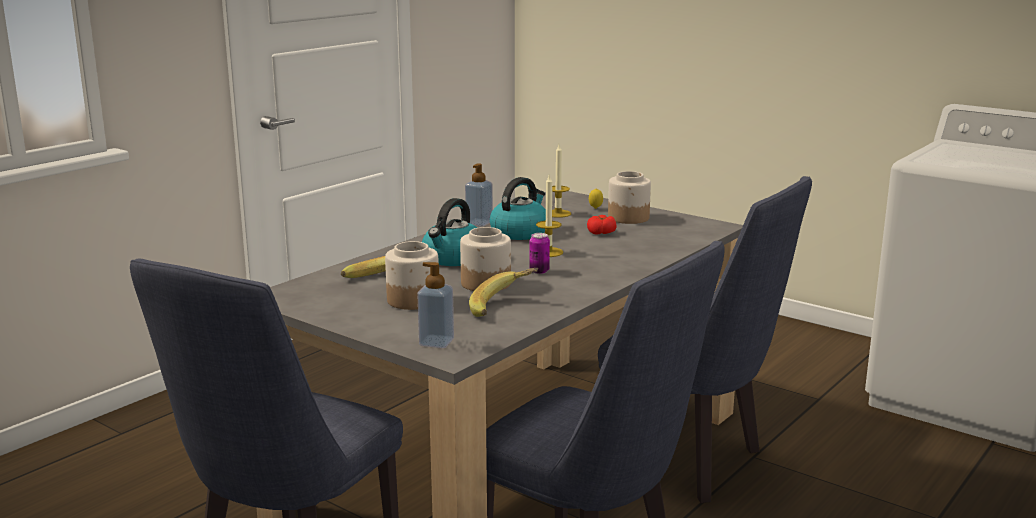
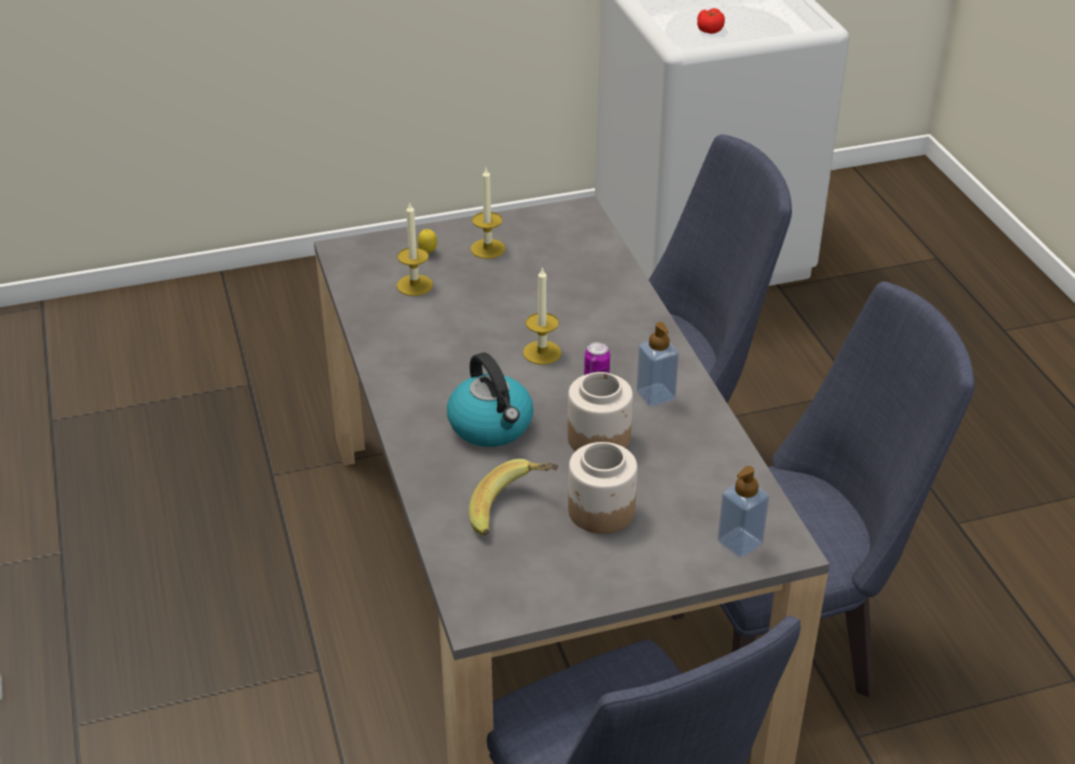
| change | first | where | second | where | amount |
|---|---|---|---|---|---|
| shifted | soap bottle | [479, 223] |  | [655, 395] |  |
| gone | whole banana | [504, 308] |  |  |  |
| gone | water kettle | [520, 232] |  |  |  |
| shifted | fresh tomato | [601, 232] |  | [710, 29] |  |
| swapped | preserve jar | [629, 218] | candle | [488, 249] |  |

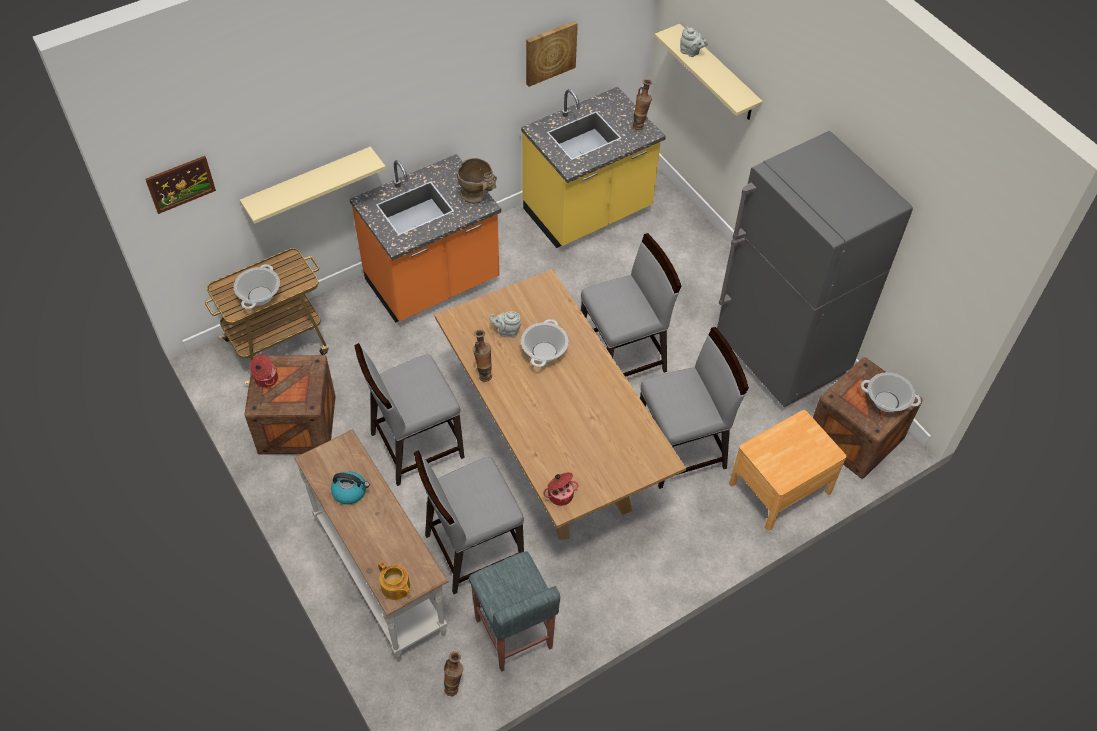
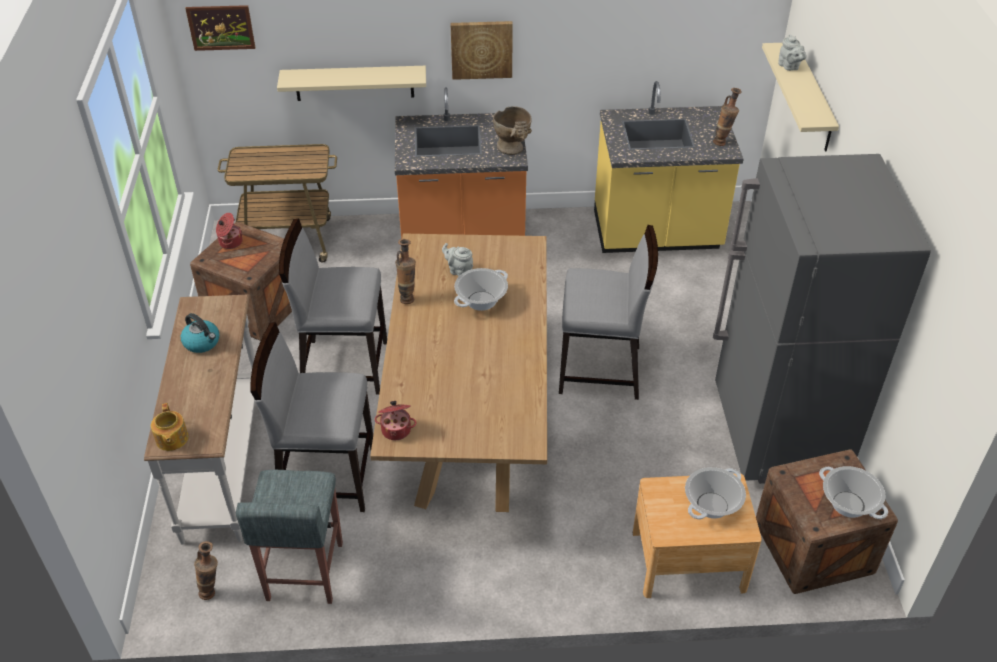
| change | first | where | second | where | amount |
|---|---|---|---|---|---|
| shifted | stockpot | [260, 296] |  | [712, 505] |  |
| shifted | wall art | [550, 52] |  | [481, 49] |  |
| gone | upright chair (greyish) | [681, 451] |  |  |  |

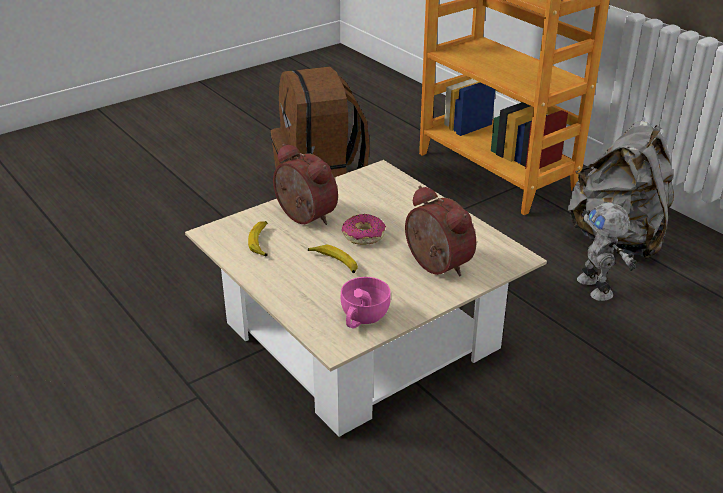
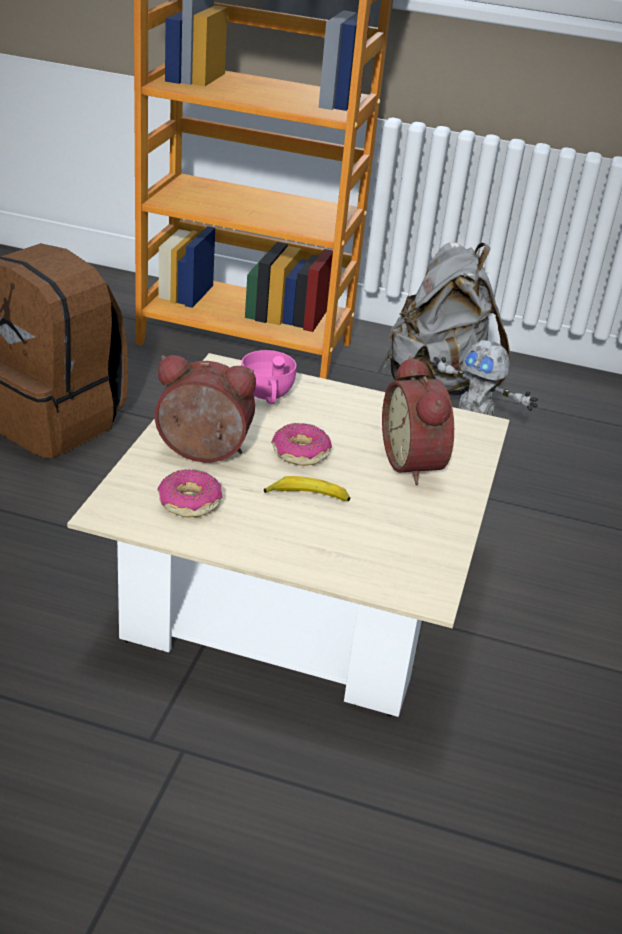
| change | first | where | second | where | amount |
|---|---|---|---|---|---|
| swapped | whole banana | [261, 242] | ring doughnut | [189, 502] |  |
| shifted | cup (pinkish) | [362, 319] |  | [267, 396] |  |
| rotated | table clock | [434, 266] |  | [416, 463] | 120 degrees counterclockwise |

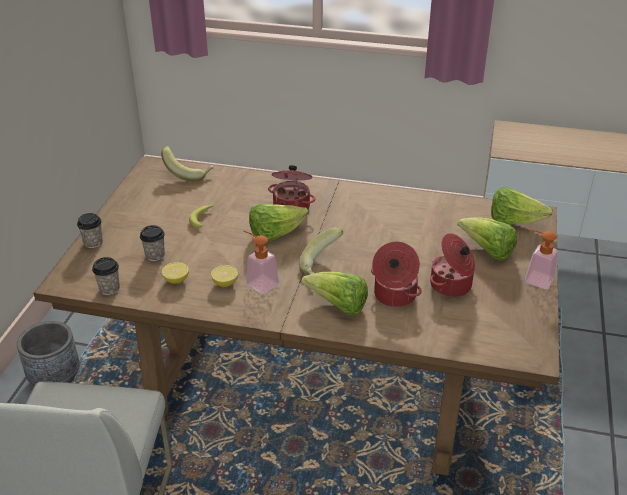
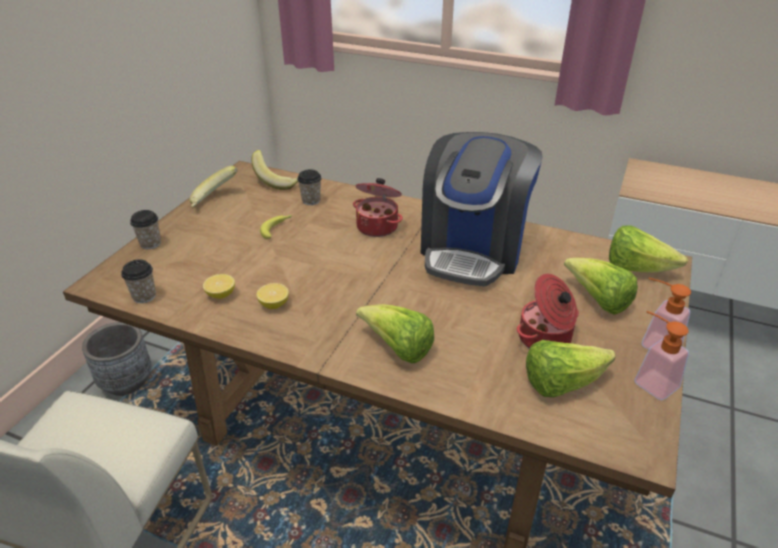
| change | first | where | second | where | amount |
|---|---|---|---|---|---|
| shifted | cup | [155, 255] |  | [311, 200] |  |
| shifted | soap bottle | [258, 282] |  | [649, 380] |  |
| shifted | lettuce head | [275, 234] |  | [561, 383] |  |
| shifted | whole banana | [322, 265] |  | [215, 201] |  |
| gone | stockpot | [394, 295] |  |  |  |
| new |  |  | coffee machine | [473, 249] |  |

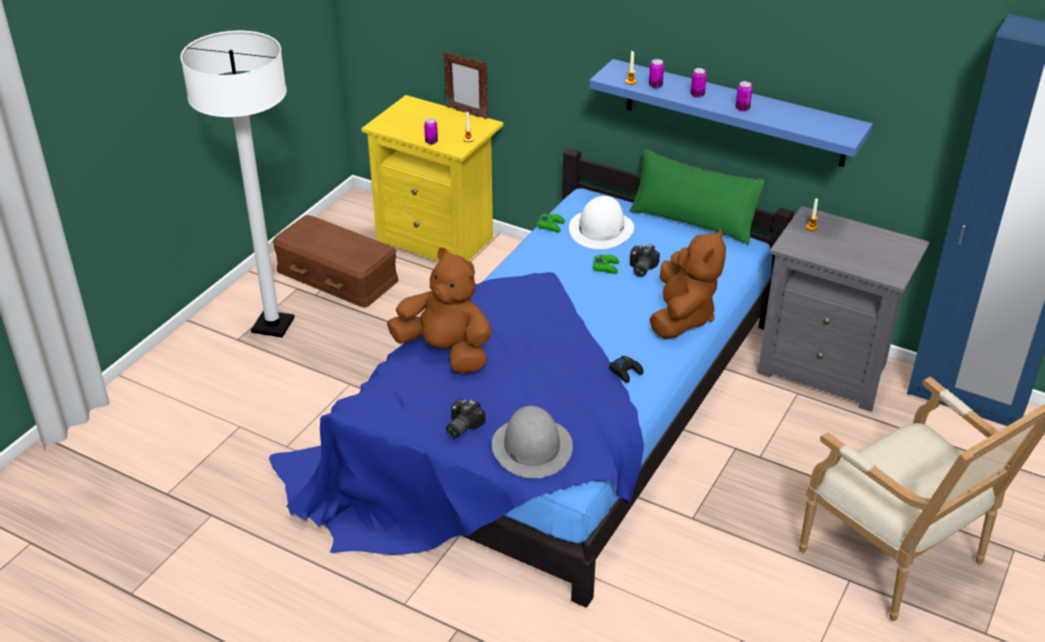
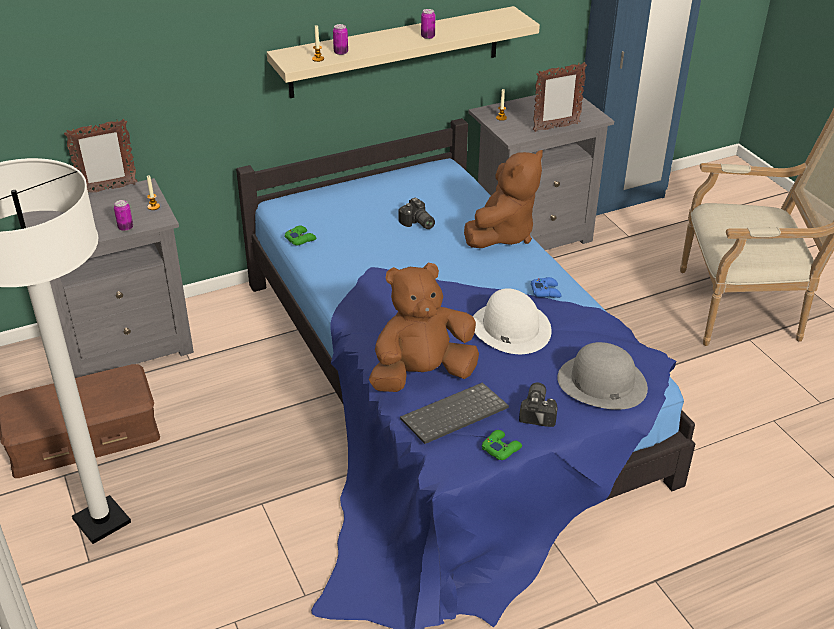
| change | first | where | second | where | amount |
|---|---|---|---|---|---|
| repainted | bedside table (yellow-coloured) | [439, 242] | bedside table (greyish) | [125, 344] |  |
| rotated | photo camera | [461, 426] |  | [539, 411] | 150 degrees counterclockwise |
| shifted | hat (white-coloured) | [601, 229] |  | [510, 328] |  |
| repainted | shelf (blue) | [734, 113] | shelf (beige-coloured) | [395, 52] |  |
| shifted | joypad (greenish) | [606, 267] |  | [501, 448] |  |
| repainted | joypad (black-coloured) | [626, 372] | joypad (blue) | [546, 291] |  |
| gone | cushion (greenish) | [693, 220] |  |  |  |
| rotated | cuddly toy (brown) | [682, 317] |  | [502, 234] | 75 degrees clockwise |
| gone | can | [697, 95] |  |  |  |
| new |  |  | PC keyboard | [454, 416] |  |
| new |  |  | standing frame | [555, 127] |  |

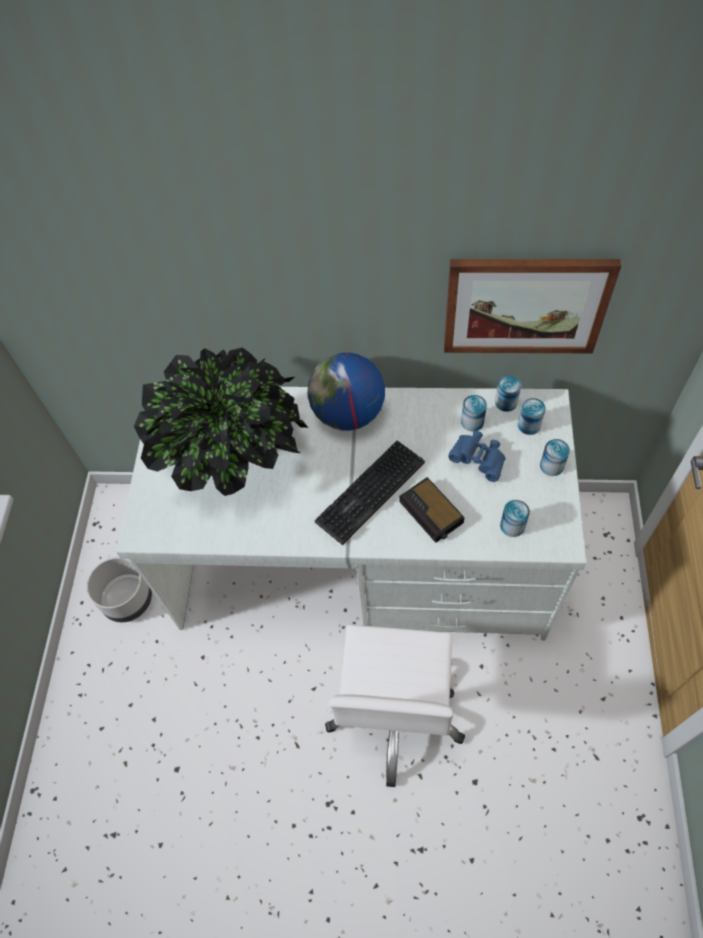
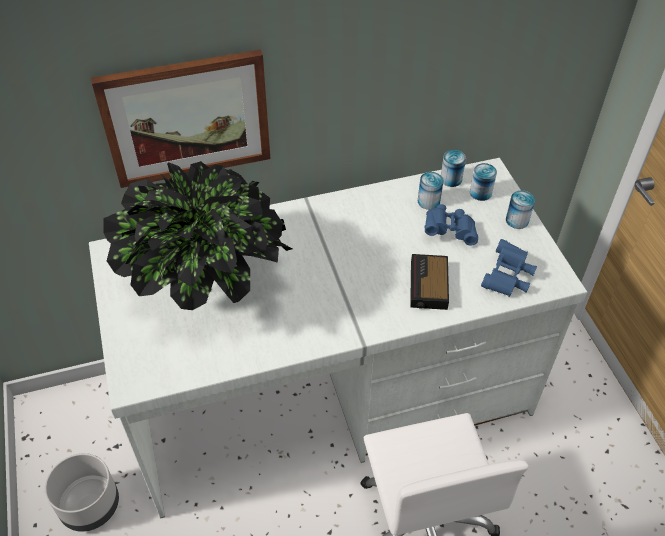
| change | first | where | second | where | amount |
|---|---|---|---|---|---|
| gone | globe | [348, 414] |  |  |  |
| gone | PC keyboard | [371, 495] |  |  |  |
| rotated | table clock | [432, 513] |  | [428, 286] | 60 degrees clockwise |
| shifted | wall art | [525, 305] |  | [187, 118] |  |
| swapped | can | [512, 525] | field glasses (blue) | [507, 278] |  |

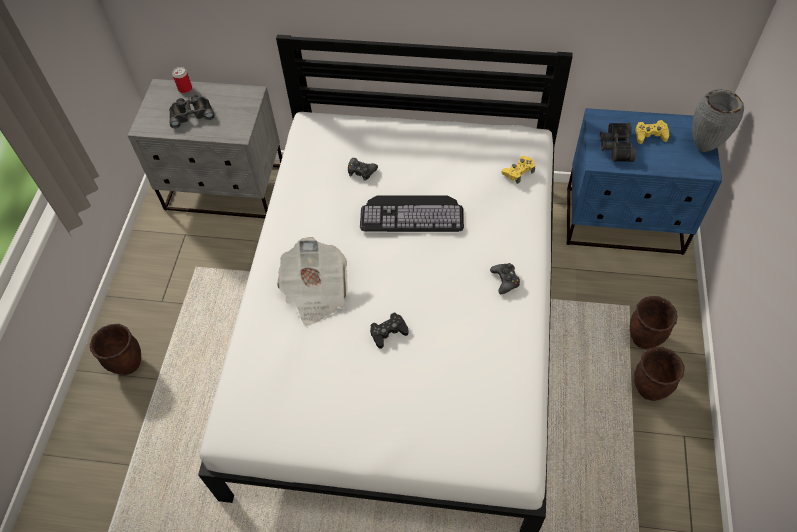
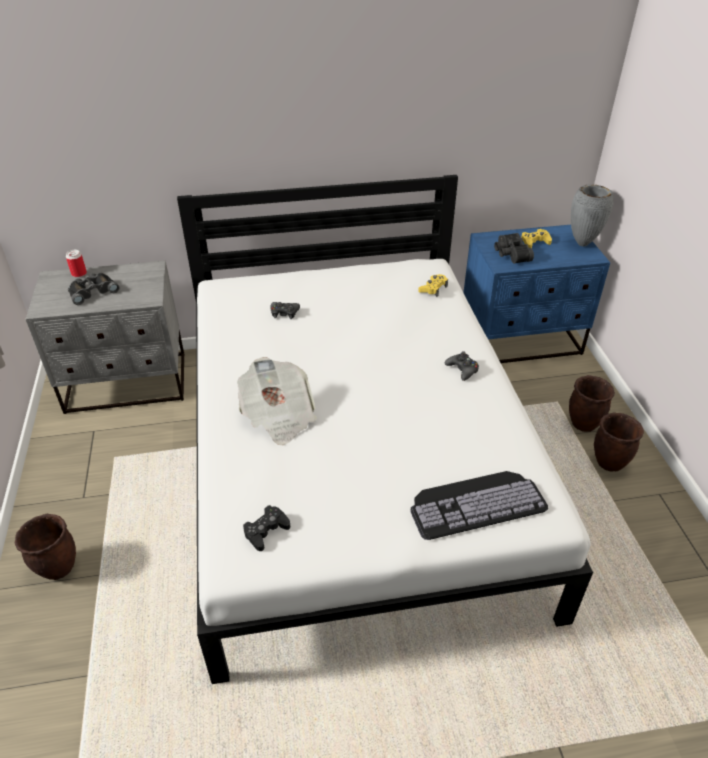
| change | first | where | second | where | amount |
|---|---|---|---|---|---|
| shifted | PC keyboard | [412, 213] |  | [476, 502] |  |
| shifted | joypad (black-coloured) | [388, 332] |  | [266, 531] |  |

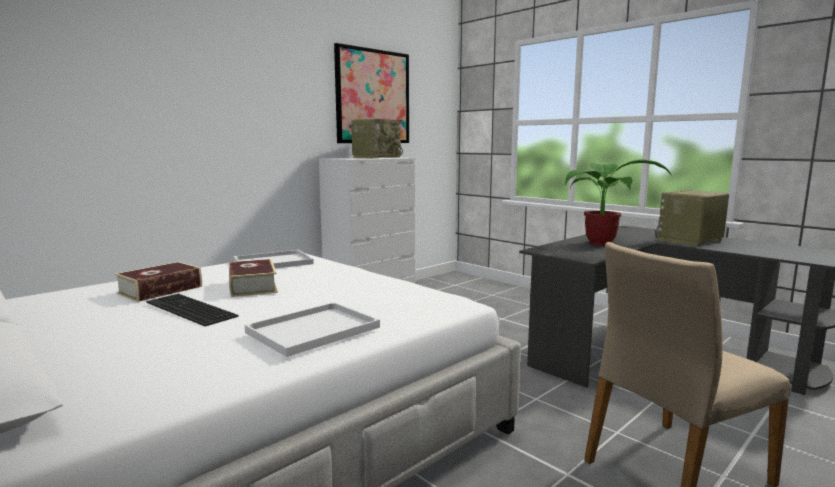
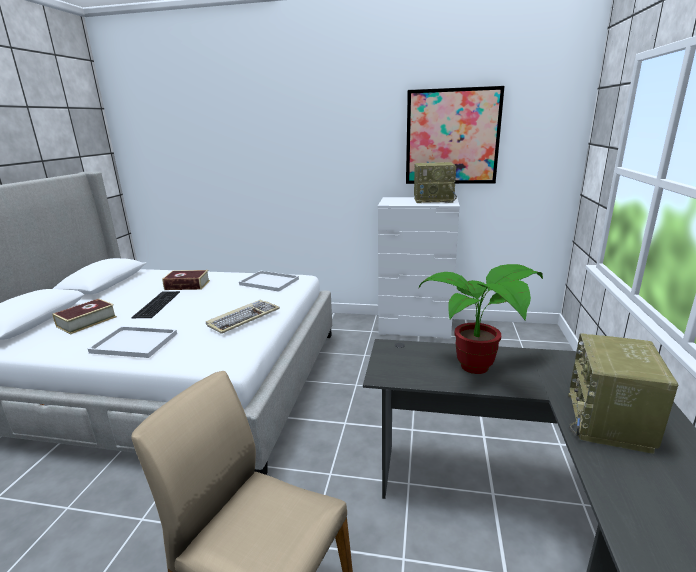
| change | first | where | second | where | amount |
|---|---|---|---|---|---|
| shifted | book | [252, 286] |  | [86, 321] |  |
| rotated | radio receiver | [690, 240] |  | [609, 422] | 90 degrees counterclockwise |
| new |  |  | PC keyboard | [243, 318] |  |

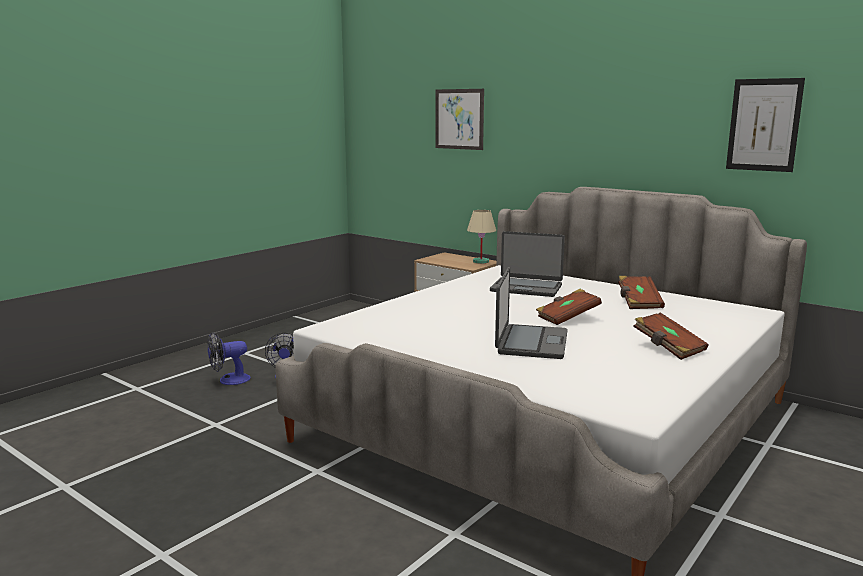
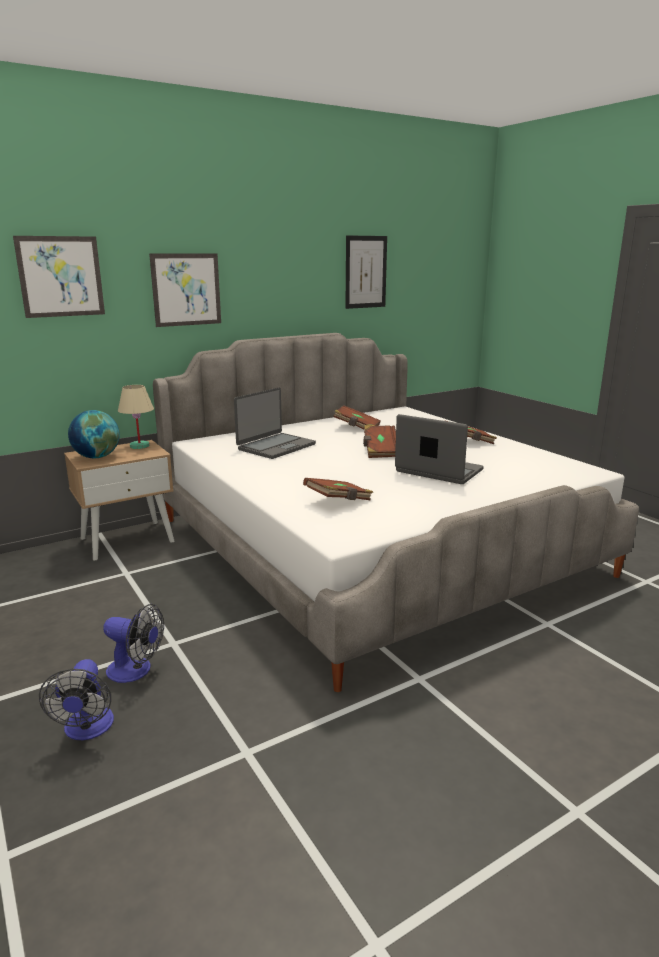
| change | first | where | second | where | amount |
|---|---|---|---|---|---|
| new |  |  | globe | [97, 457] |  |
| new |  |  | wall art | [186, 289] |  |
| new |  |  | book (brown) | [339, 501] |  |

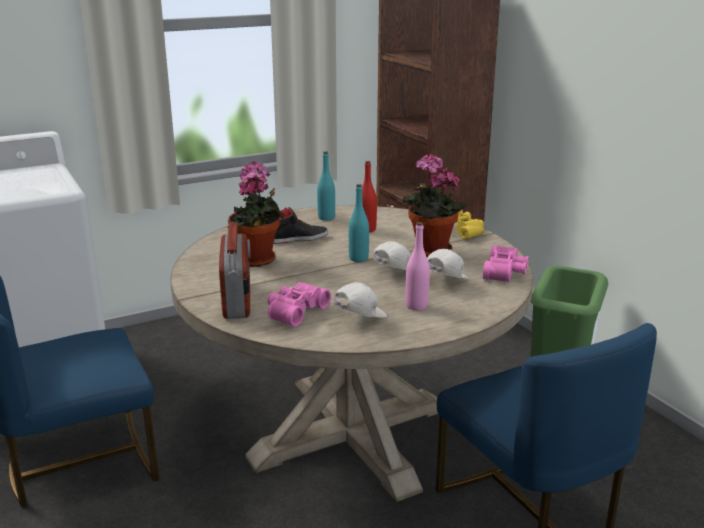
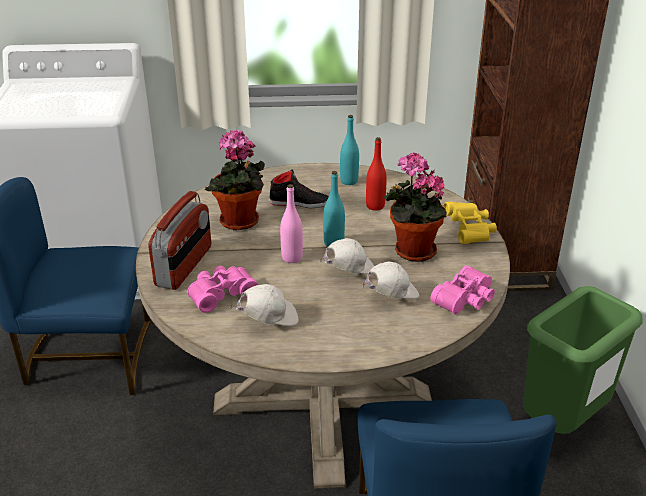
| change | first | where | second | where | amount |
|---|---|---|---|---|---|
| shifted | bottle (pinkish) | [416, 306] |  | [292, 258] |  |

